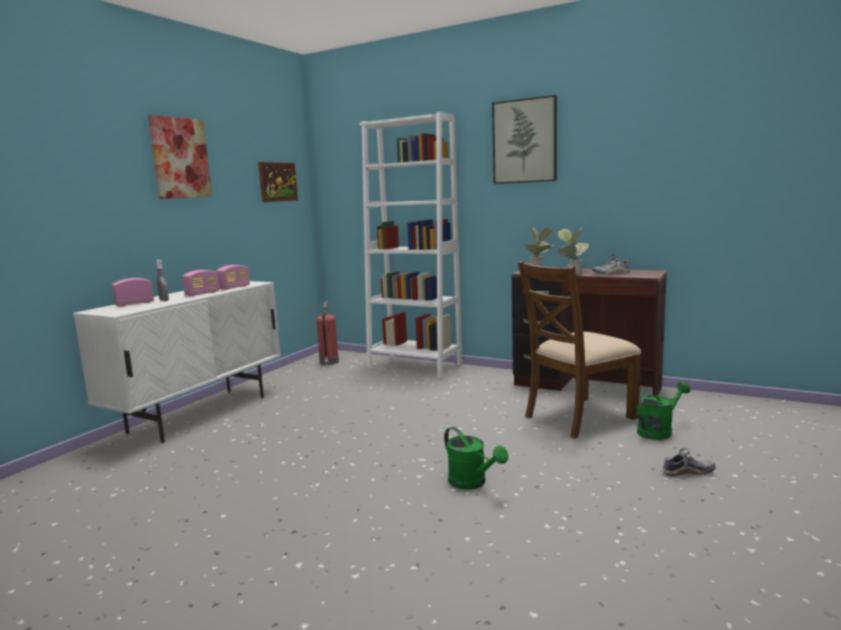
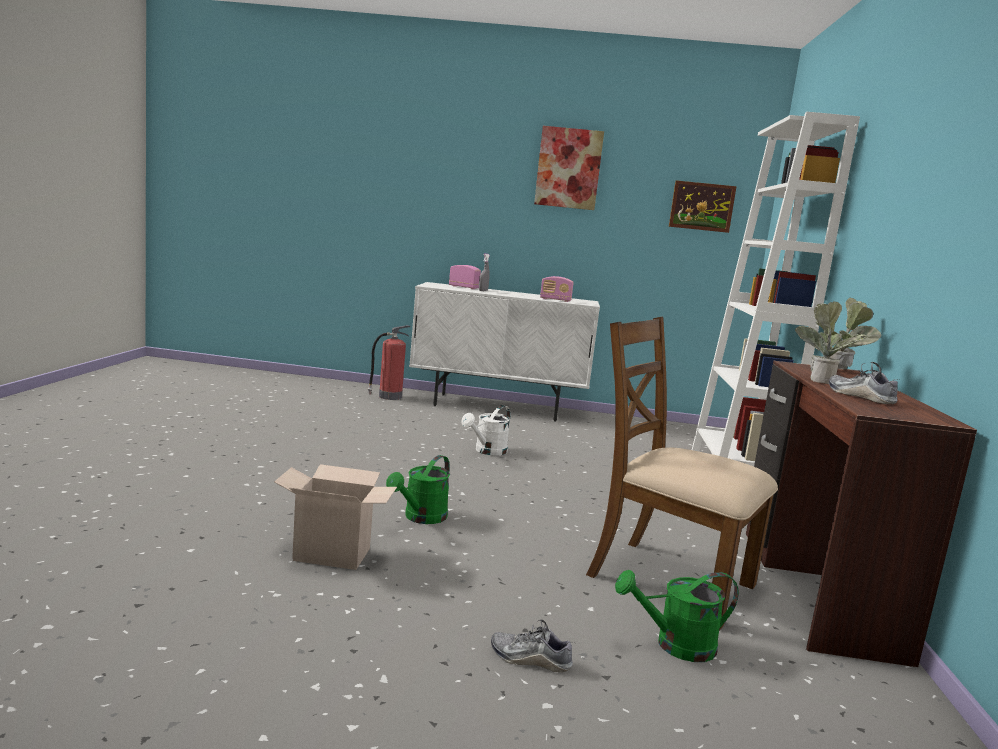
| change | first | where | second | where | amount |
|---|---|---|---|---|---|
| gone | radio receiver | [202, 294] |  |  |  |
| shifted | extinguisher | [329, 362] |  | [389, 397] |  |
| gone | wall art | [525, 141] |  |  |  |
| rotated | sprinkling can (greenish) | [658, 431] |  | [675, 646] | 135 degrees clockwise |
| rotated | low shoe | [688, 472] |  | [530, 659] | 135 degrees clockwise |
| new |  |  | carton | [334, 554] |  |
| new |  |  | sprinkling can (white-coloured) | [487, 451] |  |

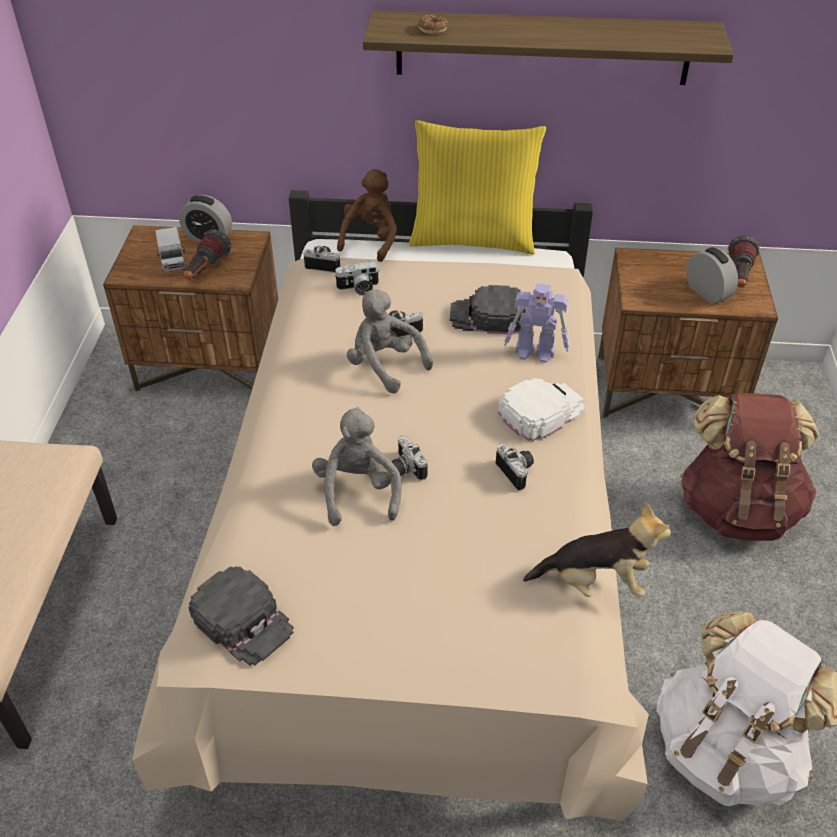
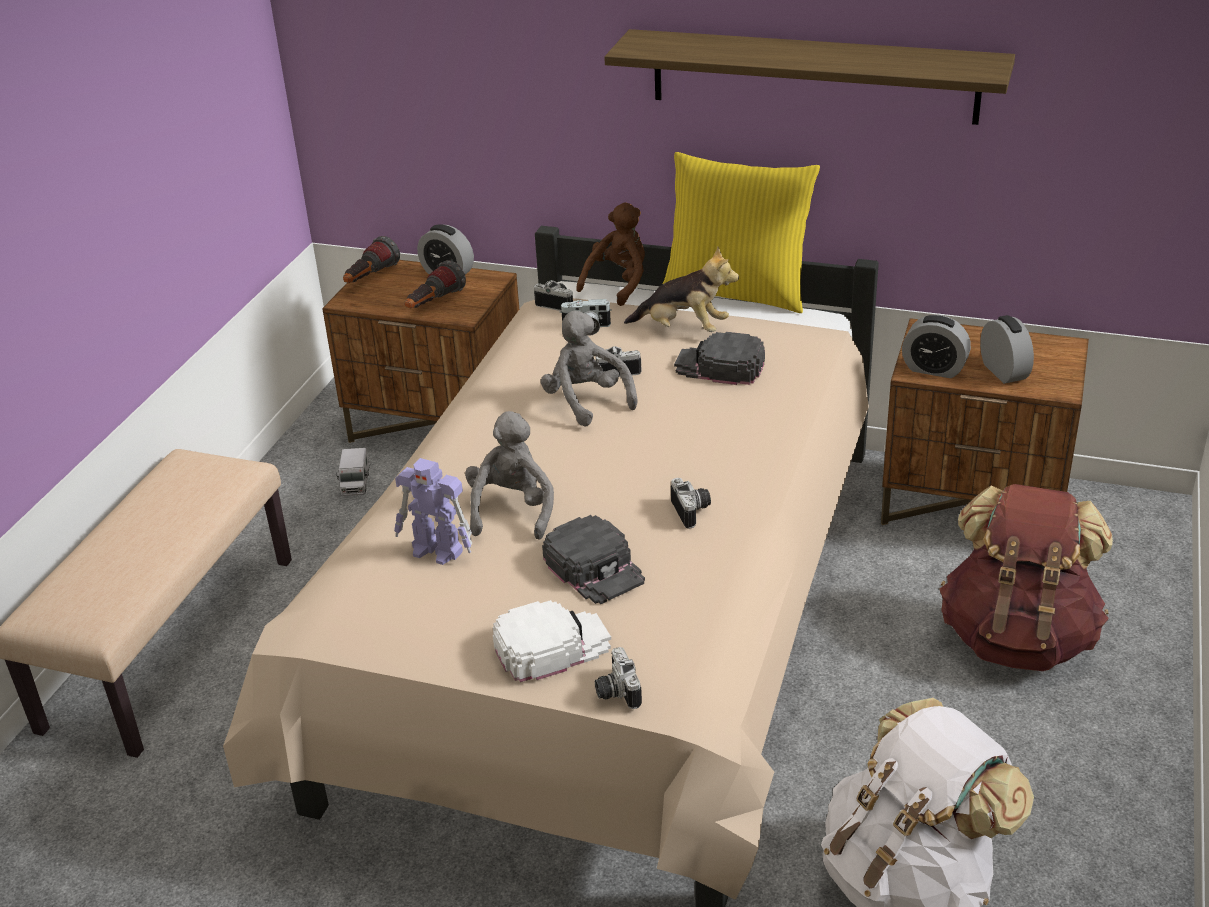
| change | first | where | second | where | amount |
|---|---|---|---|---|---|
| shifted | model truck | [172, 260] |  | [355, 483] |  |
| shifted | cap (black-coloured) | [243, 620] |  | [595, 568] |  |
| shifted | photo camera | [404, 469] |  | [615, 692] |  |
| gone | ring doughnut | [432, 29] |  |  |  |
| shifted | cap (white-coloured) | [541, 411] |  | [551, 645] |  |
| shifted | toy robot | [536, 352] |  | [438, 551] |  |
| shifted | cuddly toy | [595, 582] |  | [683, 329] |  |
| shifted | hand torch | [738, 278] |  | [370, 279] |  |
| new |  |  | table clock | [934, 369] |  |

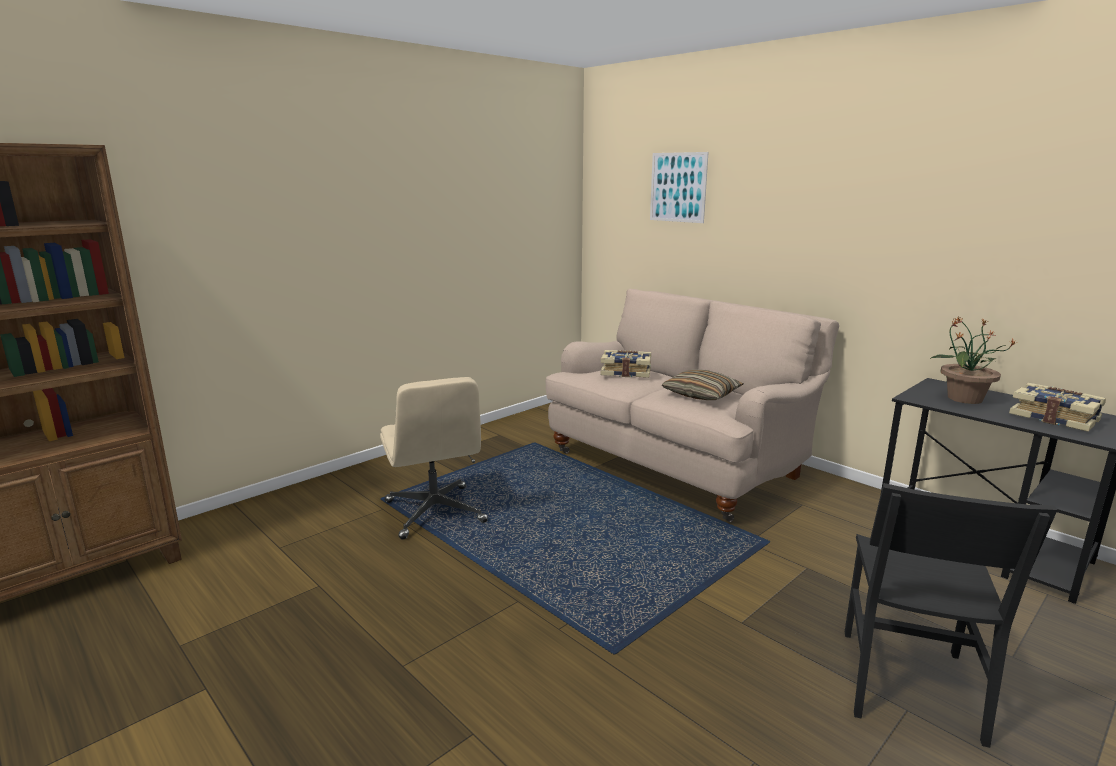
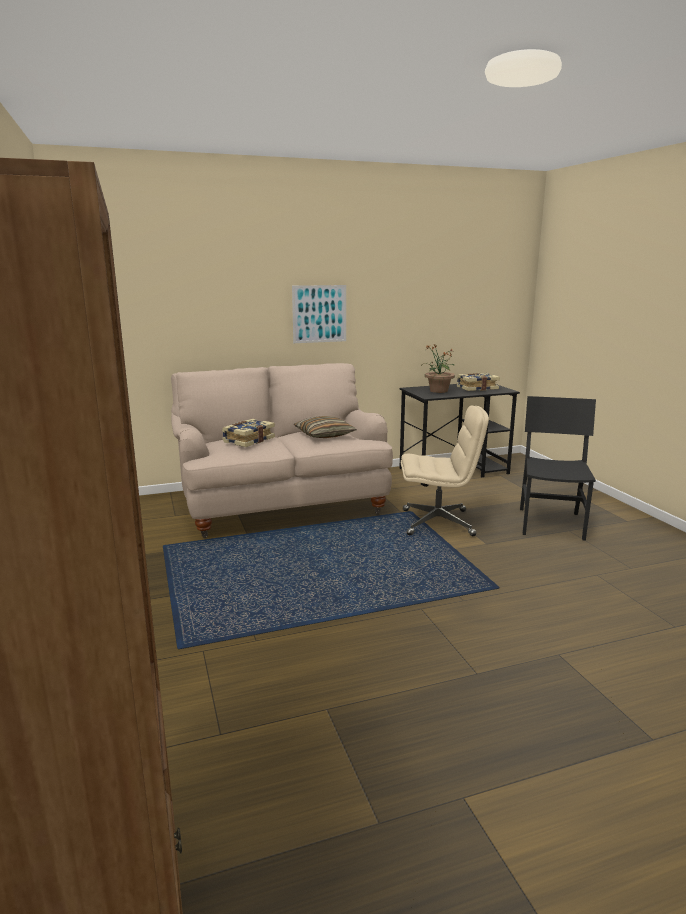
| change | first | where | second | where | amount |
|---|---|---|---|---|---|
| shifted | desk chair (beige-coloured) | [435, 512] |  | [438, 522] |  |
| shifted | wall art | [678, 187] |  | [319, 314] |  |
| rotated | upright chair (black-coloured) | [908, 683] |  | [551, 523] | 120 degrees counterclockwise |

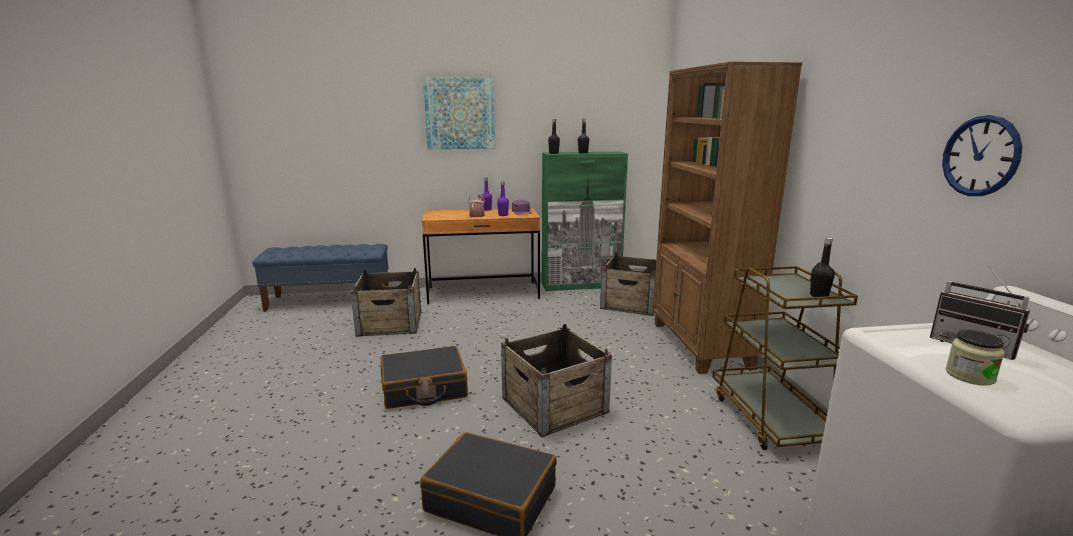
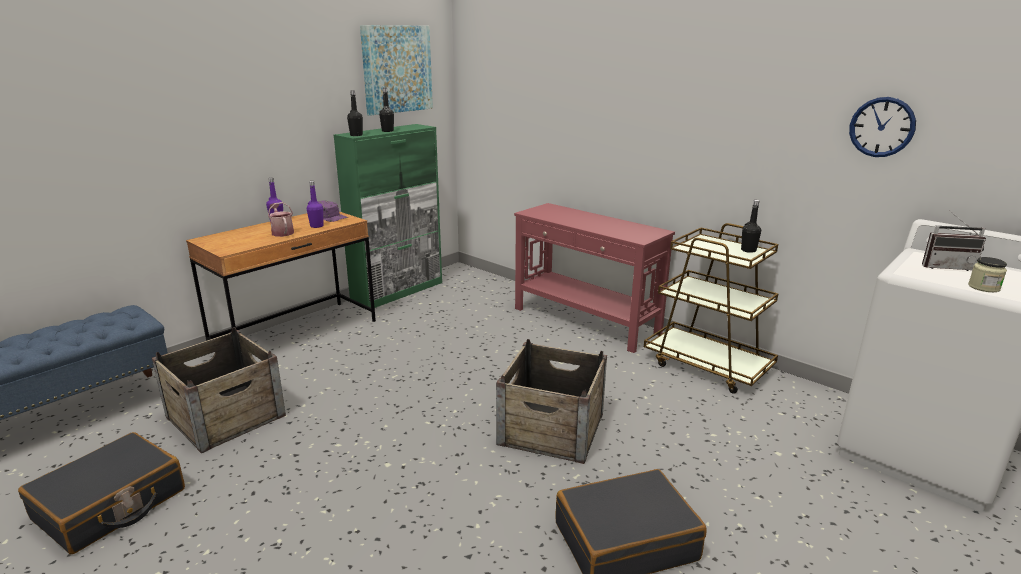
| change | first | where | second | where | amount |
|---|---|---|---|---|---|
| shifted | suitcase (black-coloured) | [424, 389] |  | [110, 505] |  |
| shifted | wall art | [460, 113] |  | [397, 69] |  |
| gone | crate | [631, 303] |  |  |  |
| swapped | bookshelf (brown) | [700, 345] | narrow table (red-coloured) | [585, 321] |  |

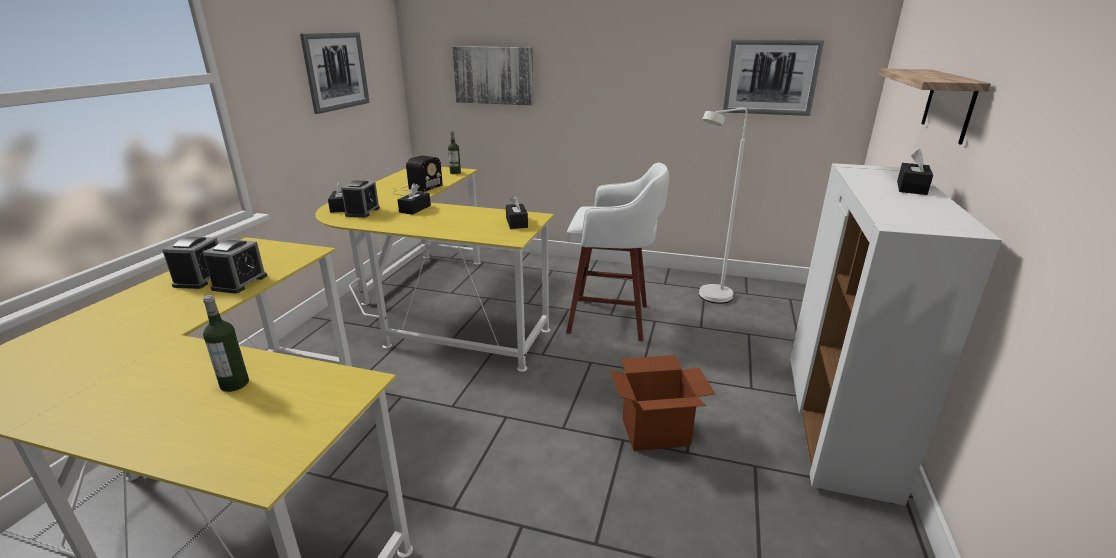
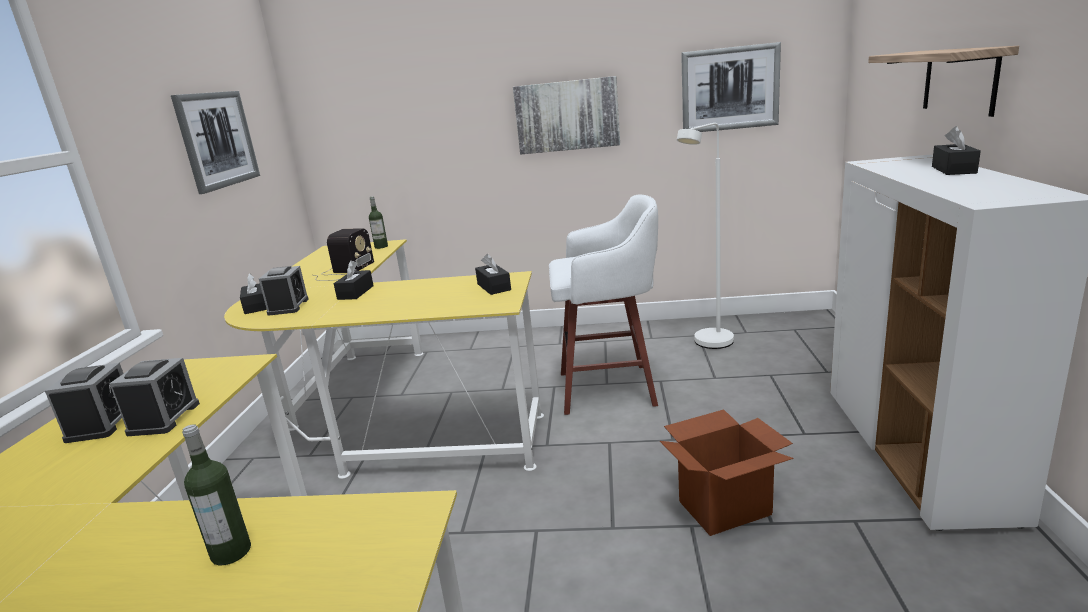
| change | first | where | second | where | amount |
|---|---|---|---|---|---|
| shifted | wall art | [494, 75] |  | [567, 115] |  |

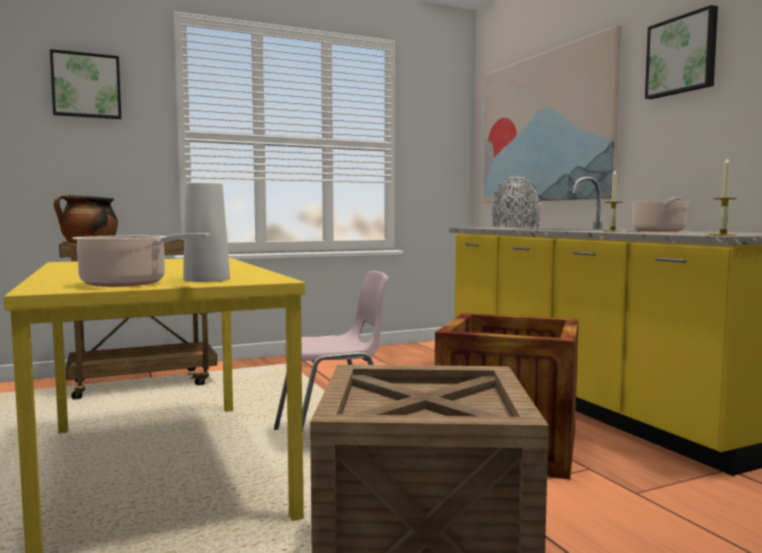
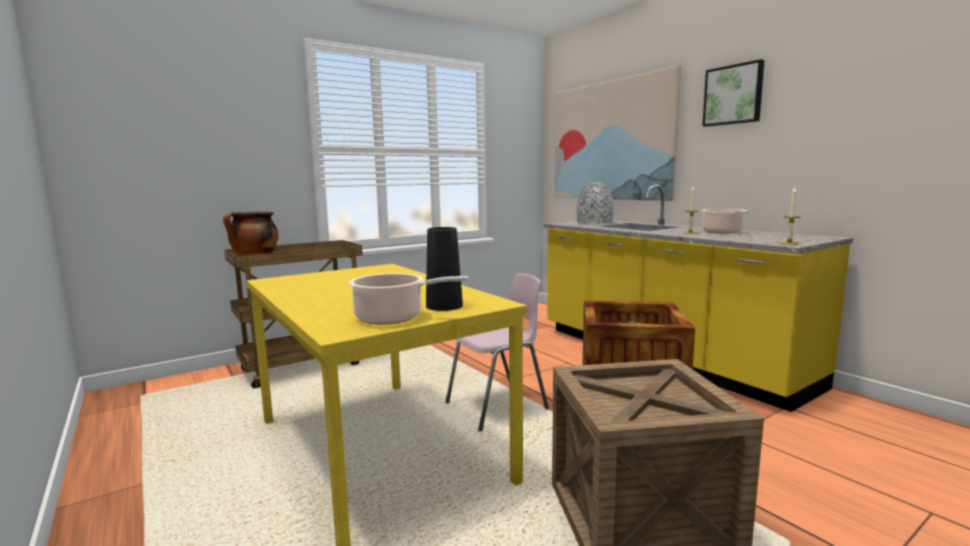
| change | first | where | second | where | amount |
|---|---|---|---|---|---|
| gone | wall art | [86, 86] |  |  |  |
| repainted | flower vase (white-coloured) | [206, 279] | flower vase (black-coloured) | [444, 306] |  |

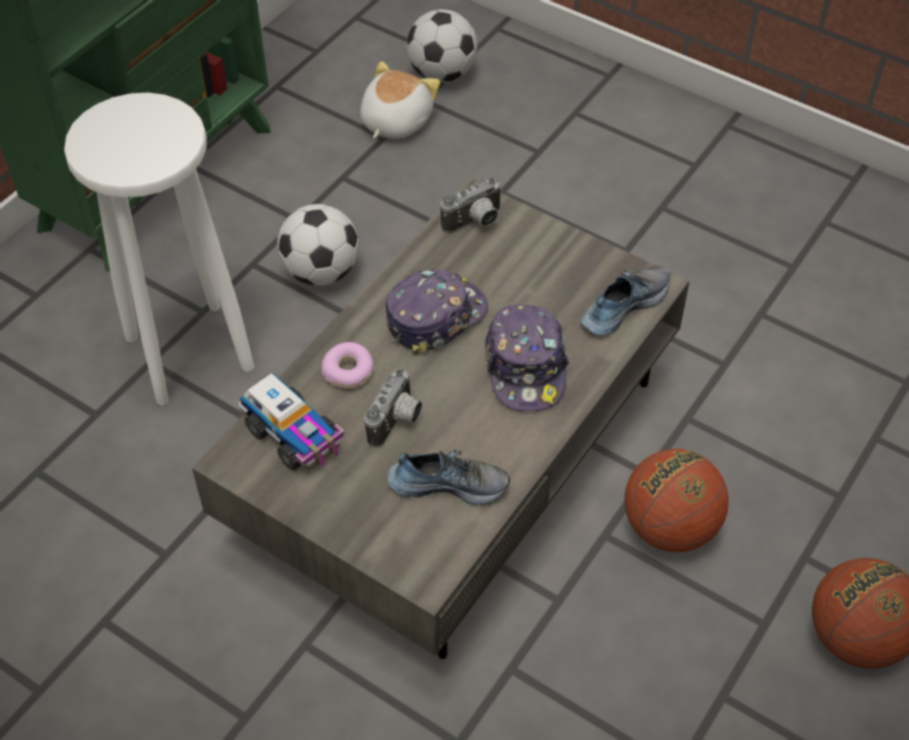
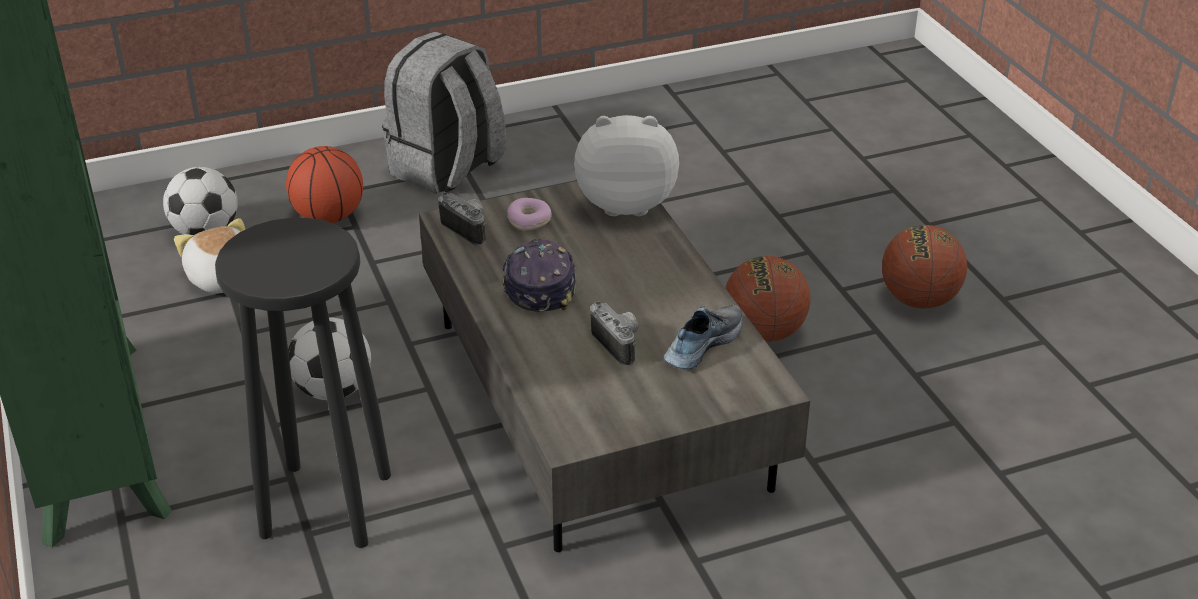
| change | first | where | second | where | amount |
|---|---|---|---|---|---|
| repainted | stool (white-coloured) | [187, 353] | stool (black-coloured) | [325, 506] |  |
| gone | model truck | [294, 436] |  |  |  |
| shifted | ring doughnut | [349, 371] |  | [529, 220] |  |
| rotated | photo camera | [475, 223] |  | [469, 229] | 45 degrees counterclockwise |
| gone | cap | [526, 367] |  |  |  |
| swapped | low shoe | [623, 305] | cuddly toy | [625, 203] |  |
| new |  |  | basketball | [328, 217] |  |
| new |  |  | knapsack (greyish) | [447, 169] |  |

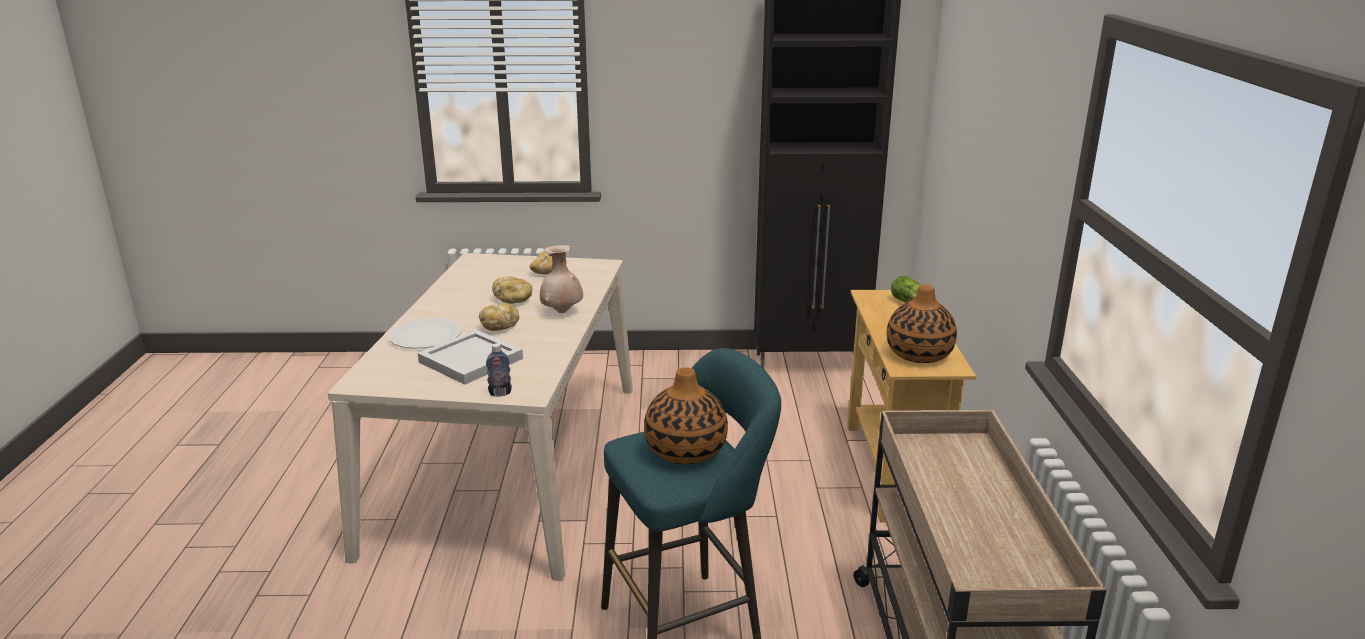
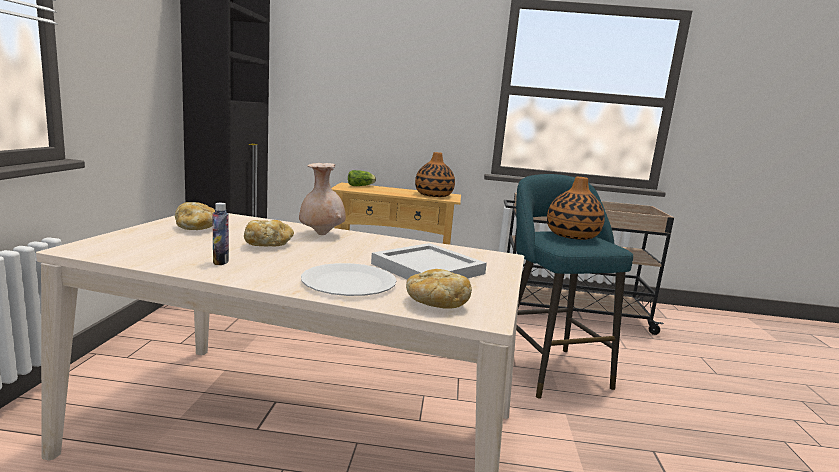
| change | first | where | second | where | amount |
|---|---|---|---|---|---|
| shifted | baked bread | [500, 326] |  | [435, 304] |  |
| shifted | bottle | [500, 393] |  | [220, 262] |  |

